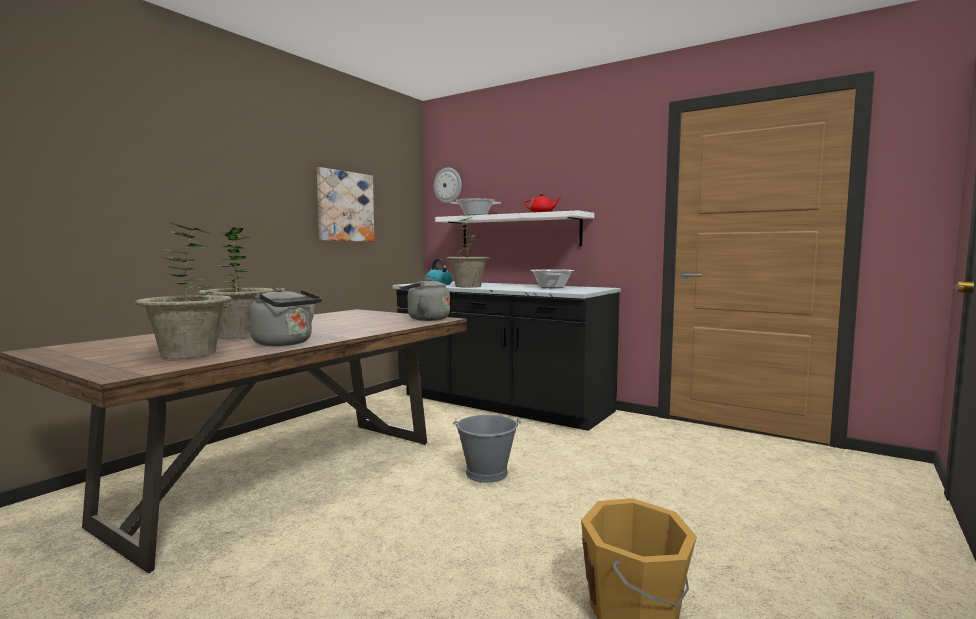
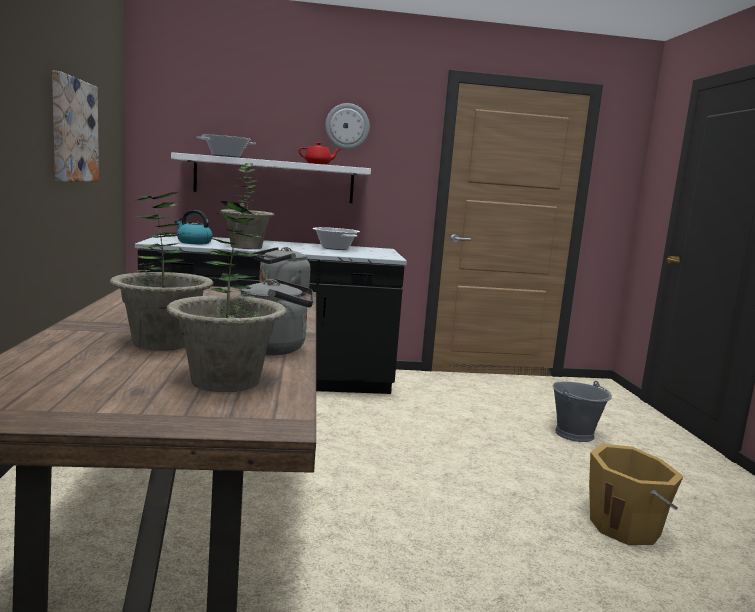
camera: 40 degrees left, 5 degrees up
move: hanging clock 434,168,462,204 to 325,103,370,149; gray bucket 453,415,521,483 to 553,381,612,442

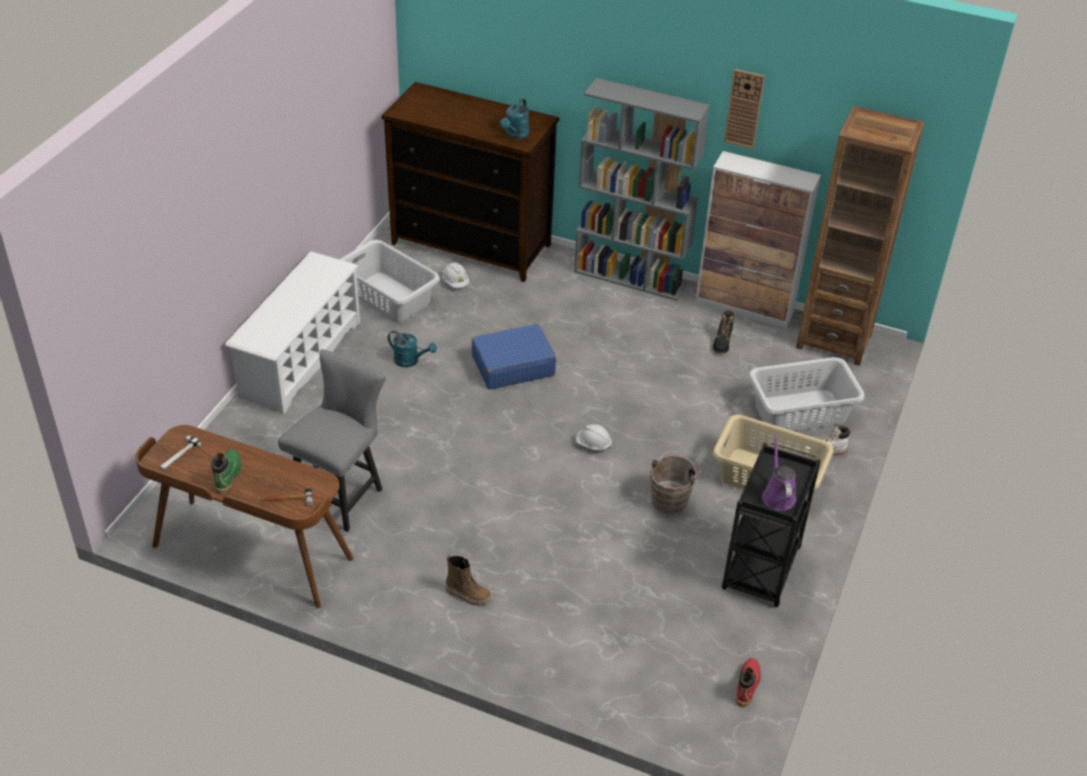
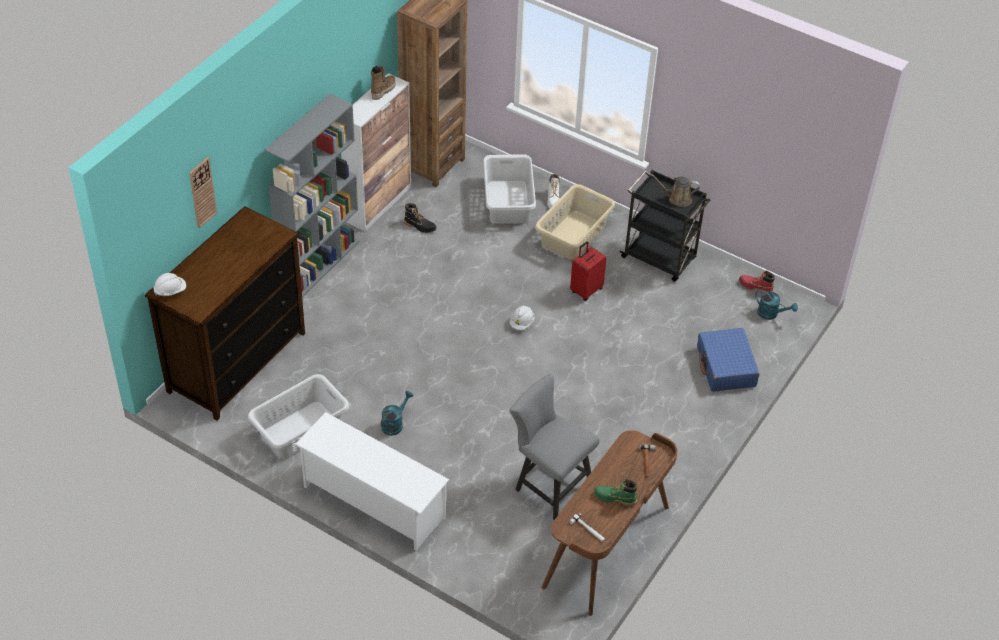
camera: 80 degrees left, 5 degrees up
move: white safety helmet 442,262,469,288 to 154,273,186,296; hanging clock 724,69,765,149 to 189,157,217,228; boot 446,555,491,606 to 371,66,396,100; bluish piece of luggage 472,324,556,390 to 697,328,760,392; turquoise-coloured watering pot 500,98,529,139 to 755,289,798,320
replace: brown bucket 649,451,701,514 to red piece of luggage 570,241,607,301
recolor: purplish watering pot 762,433,796,511 to brown watering pot 650,174,700,207

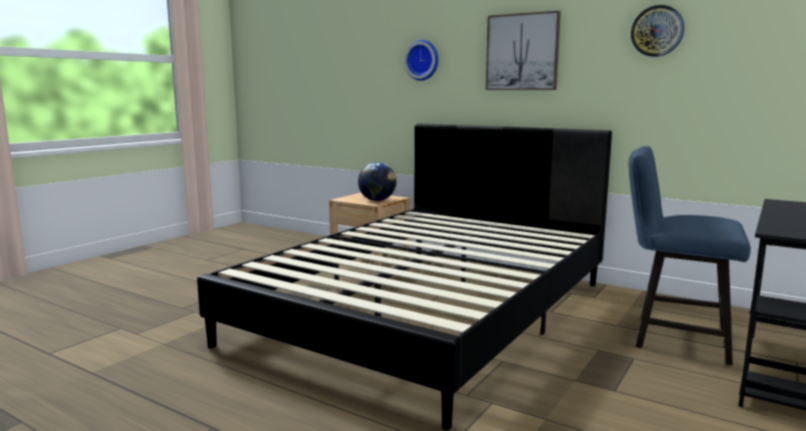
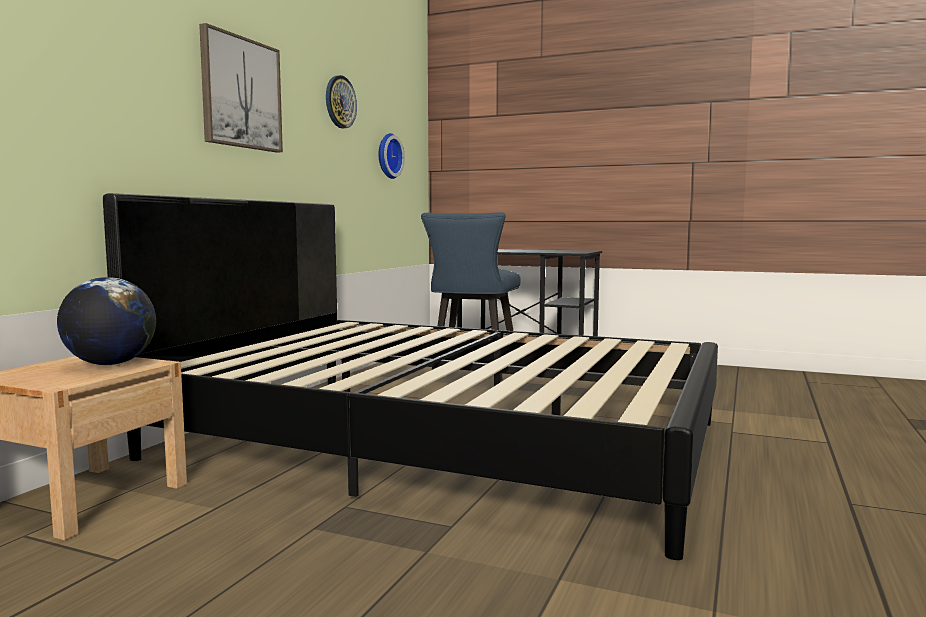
camera: 100 degrees left, 5 degrees down
move: hanging clock 404,40,438,81 to 379,133,405,179

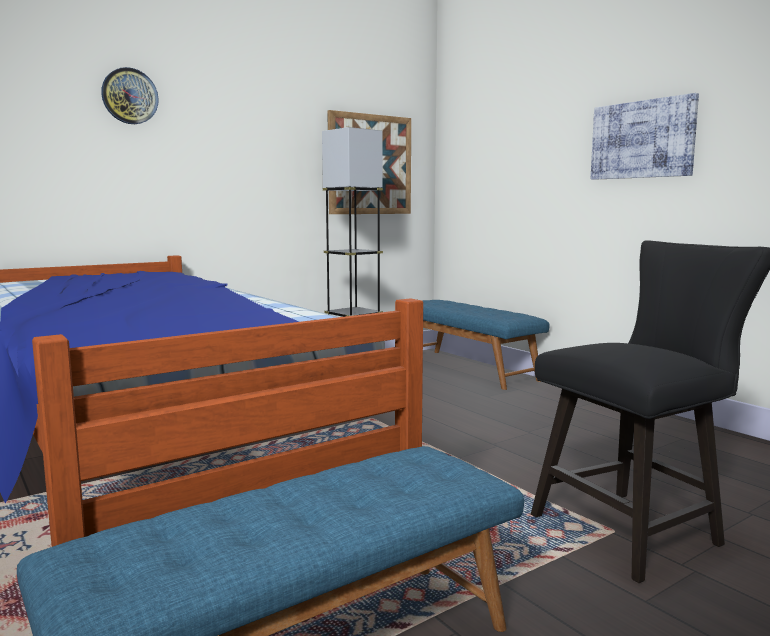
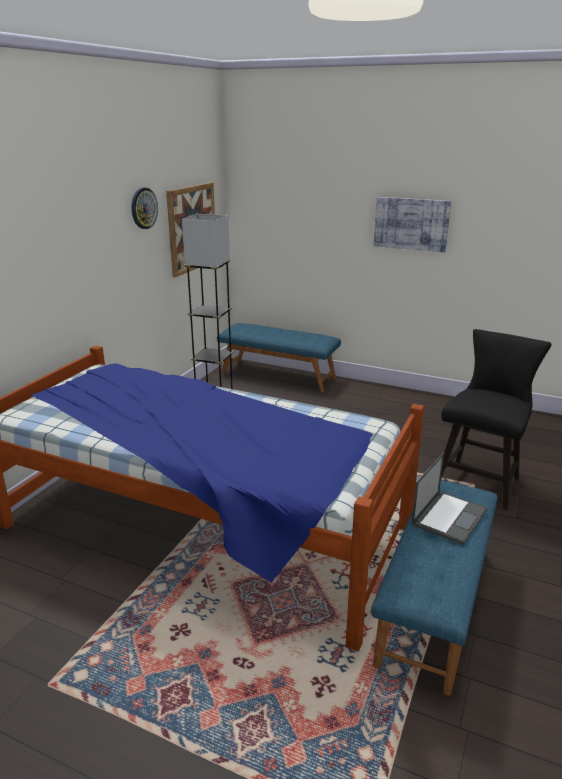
camera: 30 degrees left, 15 degrees up
insert: notebook computer 411,452,488,545
move: hanging clock 101,67,159,124 to 132,187,158,229

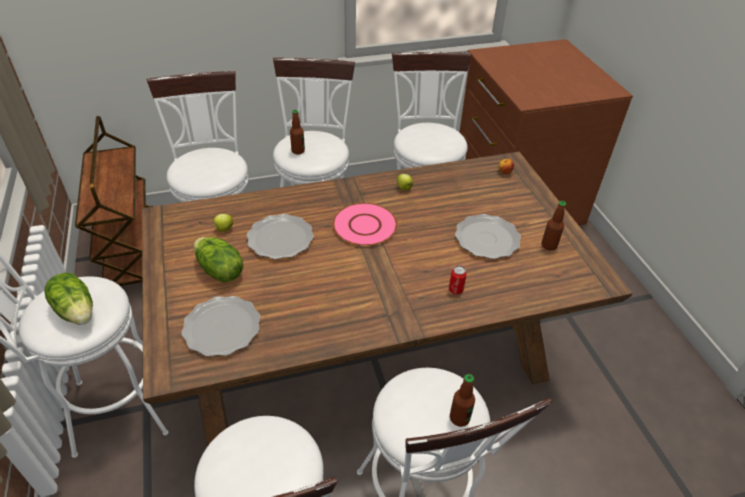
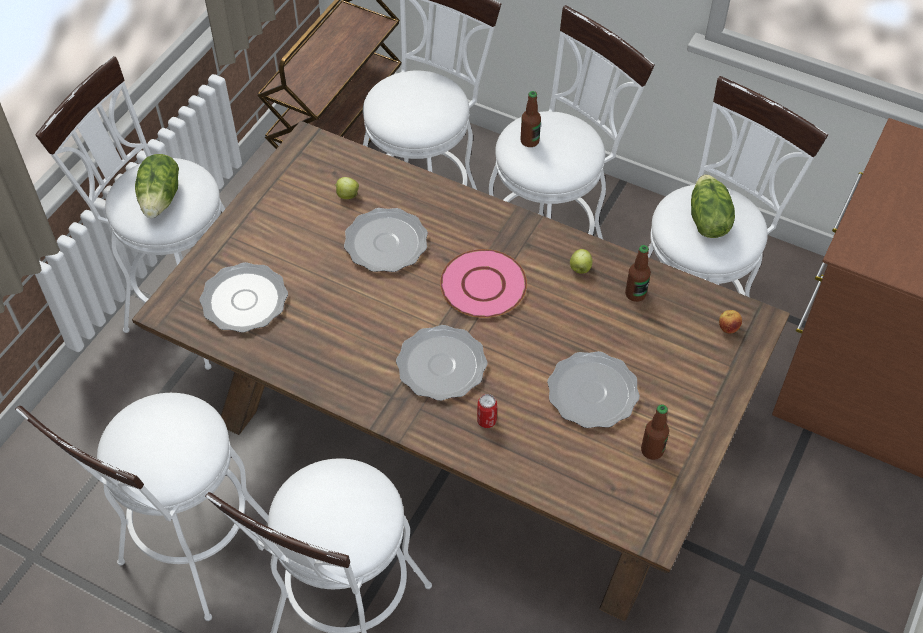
camera: 45 degrees right, 10 degrees up
insert: flat dish 396,325,487,401
move: beverage bottle 450,374,475,427 to 625,245,651,302; lettuce 194,237,243,283 to 691,174,735,238

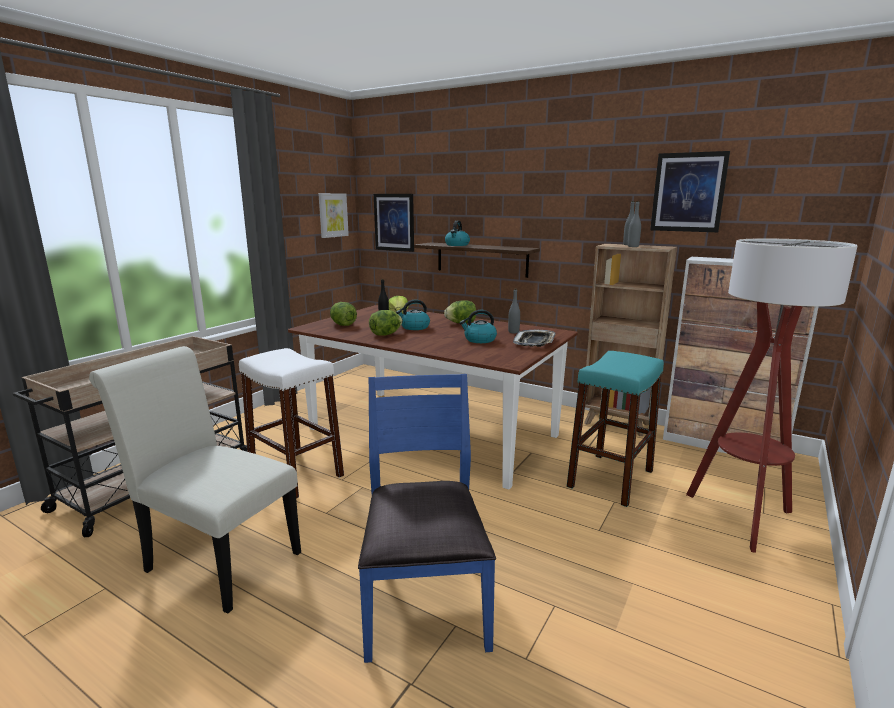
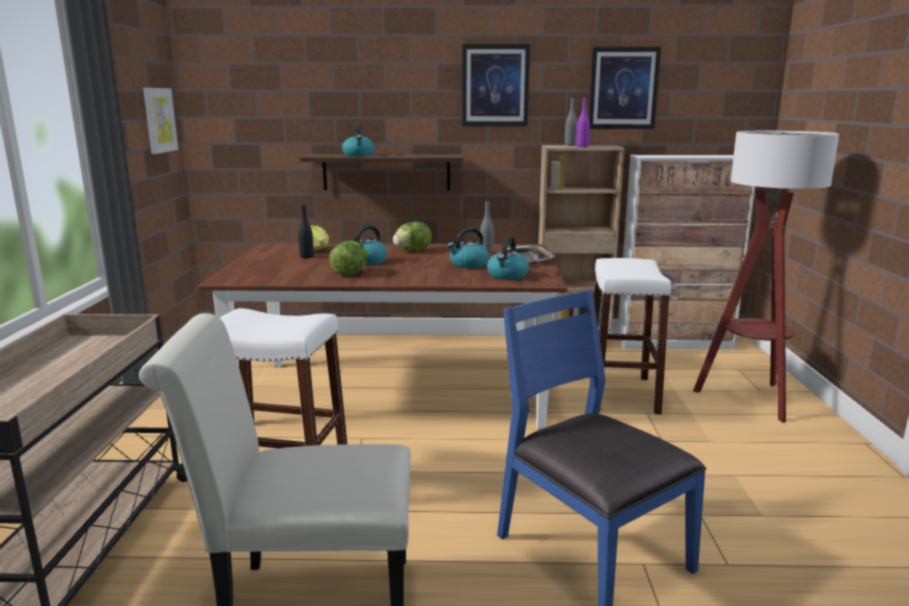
camera: 30 degrees left, 0 degrees up
delete: lettuce 330,302,357,326
insert: water kettle 487,236,529,280
move: wall picture 374,194,414,252 to 462,44,530,126
recolor: gray beverage bottle 628,201,641,247 to purplish beverage bottle 576,97,590,147; turquoise-coloured sitting stool 567,351,664,507 to white sitting stool 589,258,671,415

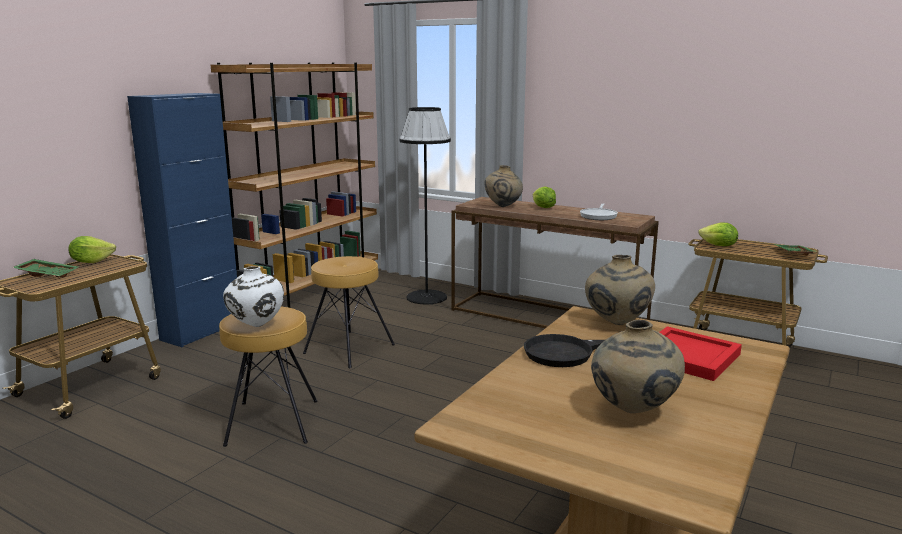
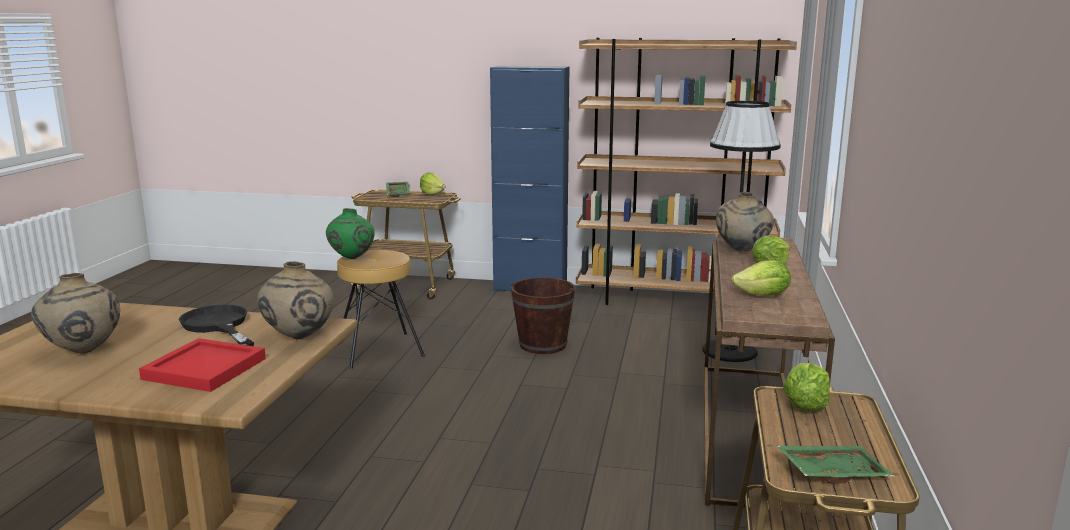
camera: 70 degrees right, 0 degrees up
replace: brown sitting stool 303,256,395,368 to brown bucket 511,277,576,354; pan 580,203,618,220 to lettuce 731,260,791,296
recolor: white flower vase 223,266,284,327 to green-coloured flower vase 326,208,375,259

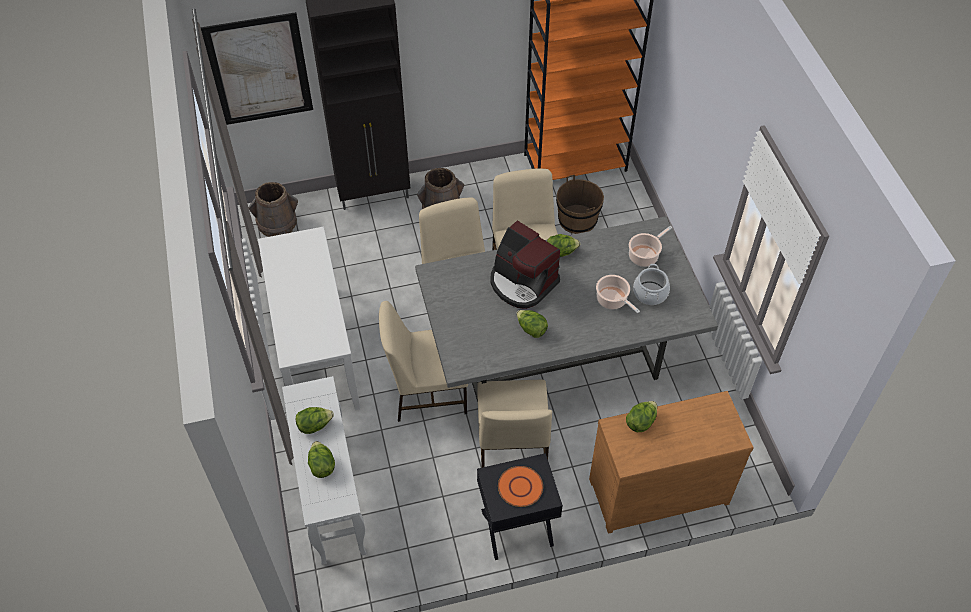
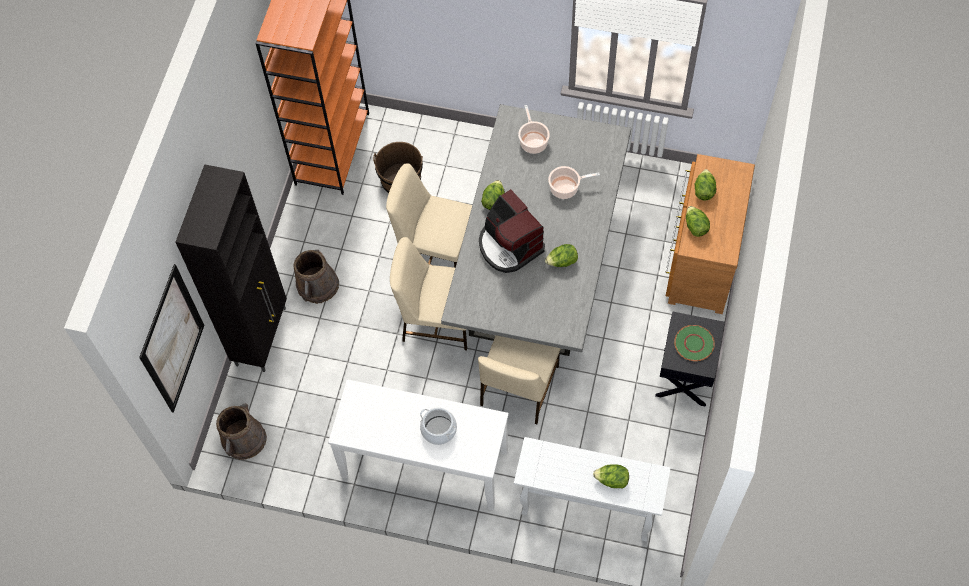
camera: 60 degrees left, 10 degrees up
delete: beige chair 477,380,552,468
move: cooking pot 633,264,670,305 to 420,407,457,445; lettuce 295,407,334,434 to 695,169,716,200
recolor: orangey flat dish 498,466,543,507 to green-coloured flat dish 674,325,715,361
rotate: coffee maker 490,220,560,309 = 479,189,545,273 75 degrees clockwise

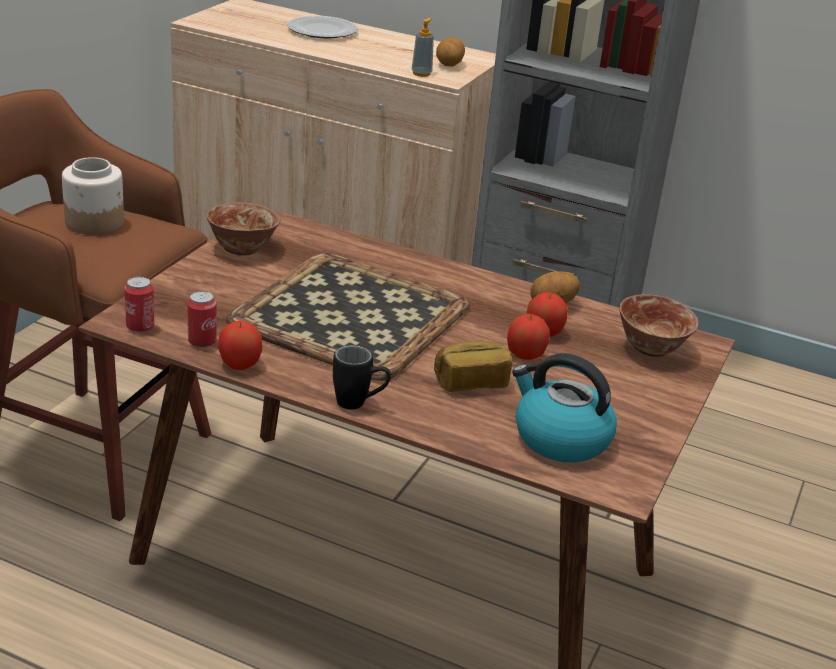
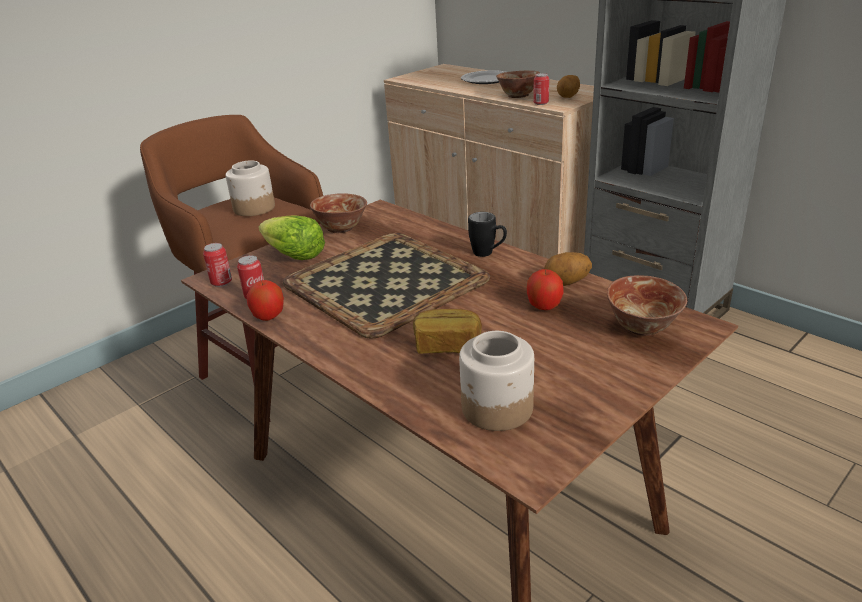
camera: 25 degrees right, 0 degrees up
delete: apple fruit 507,314,550,360
insert: lettuce 259,215,325,260; bowl 496,70,540,98
move: black tea mug 333,345,391,410 to 468,212,507,257
replace: water kettle 512,353,617,462 to storage jar 459,331,534,431; liquid soap bottle 412,18,434,77 to metal can 533,73,549,105

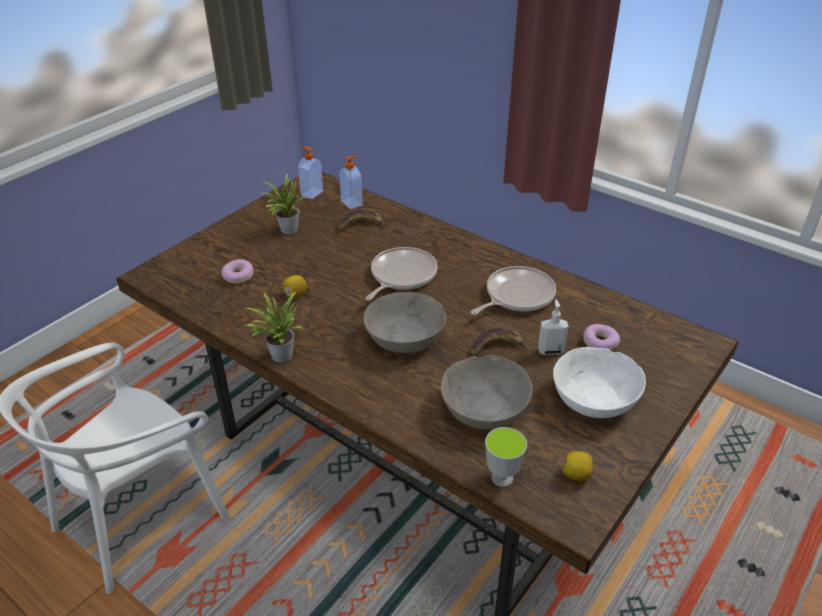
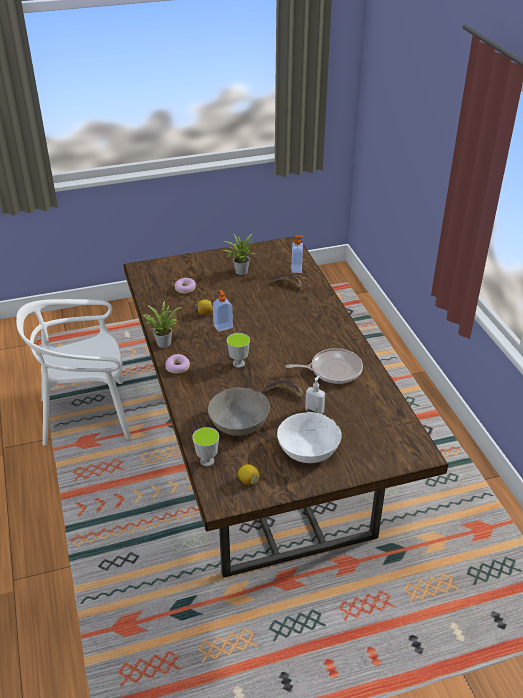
camera: 35 degrees right, 0 degrees up
delete: pan 365,247,437,301
move: donut 583,324,620,351 to 165,354,190,373; liquid soap bottle 298,146,323,199 to 213,290,233,332
replace: gray bowl 364,292,446,353 to drinking cup 227,333,250,368

